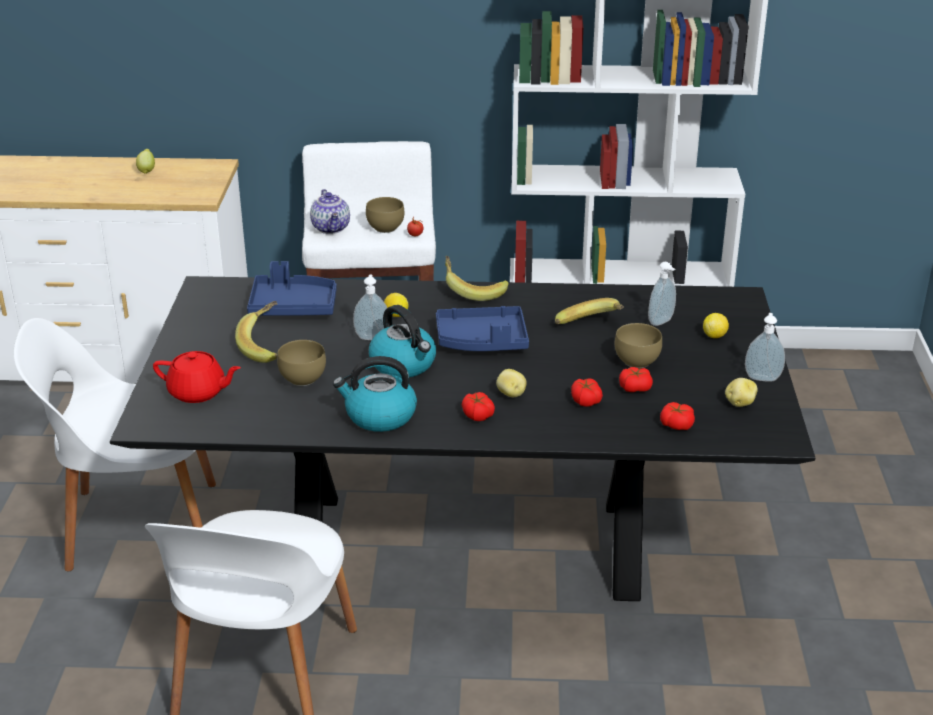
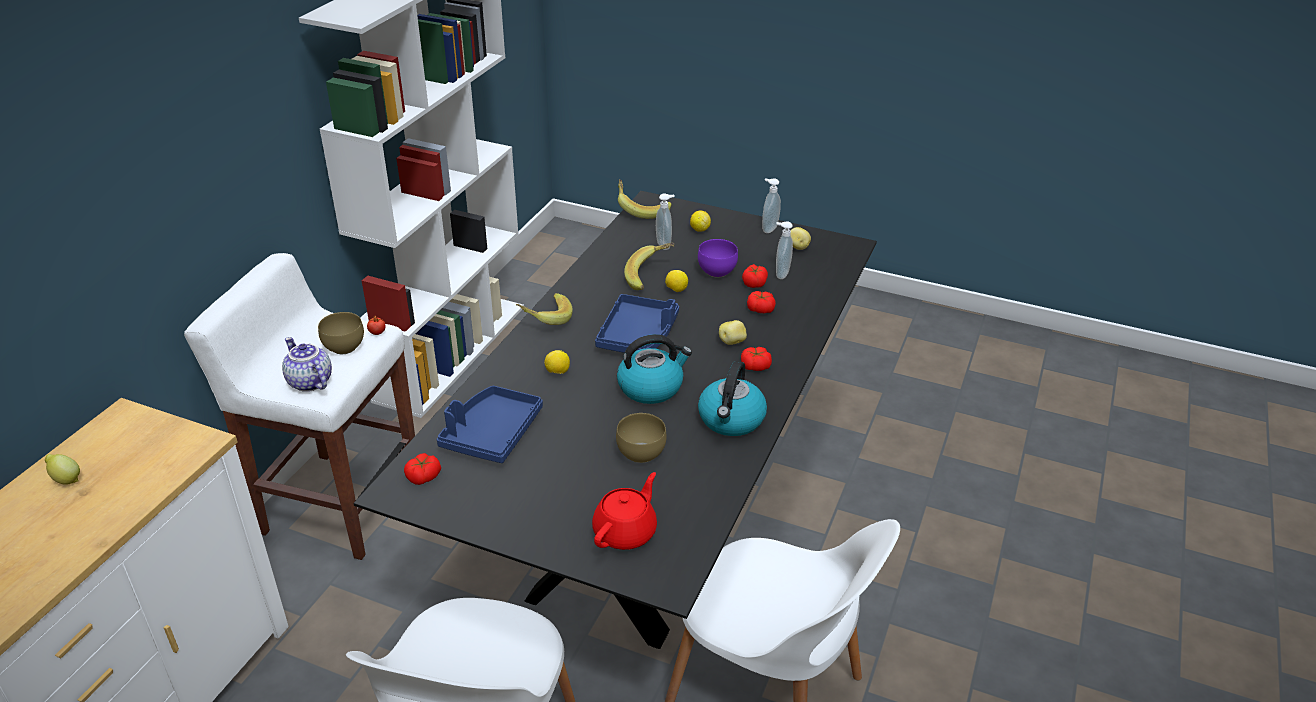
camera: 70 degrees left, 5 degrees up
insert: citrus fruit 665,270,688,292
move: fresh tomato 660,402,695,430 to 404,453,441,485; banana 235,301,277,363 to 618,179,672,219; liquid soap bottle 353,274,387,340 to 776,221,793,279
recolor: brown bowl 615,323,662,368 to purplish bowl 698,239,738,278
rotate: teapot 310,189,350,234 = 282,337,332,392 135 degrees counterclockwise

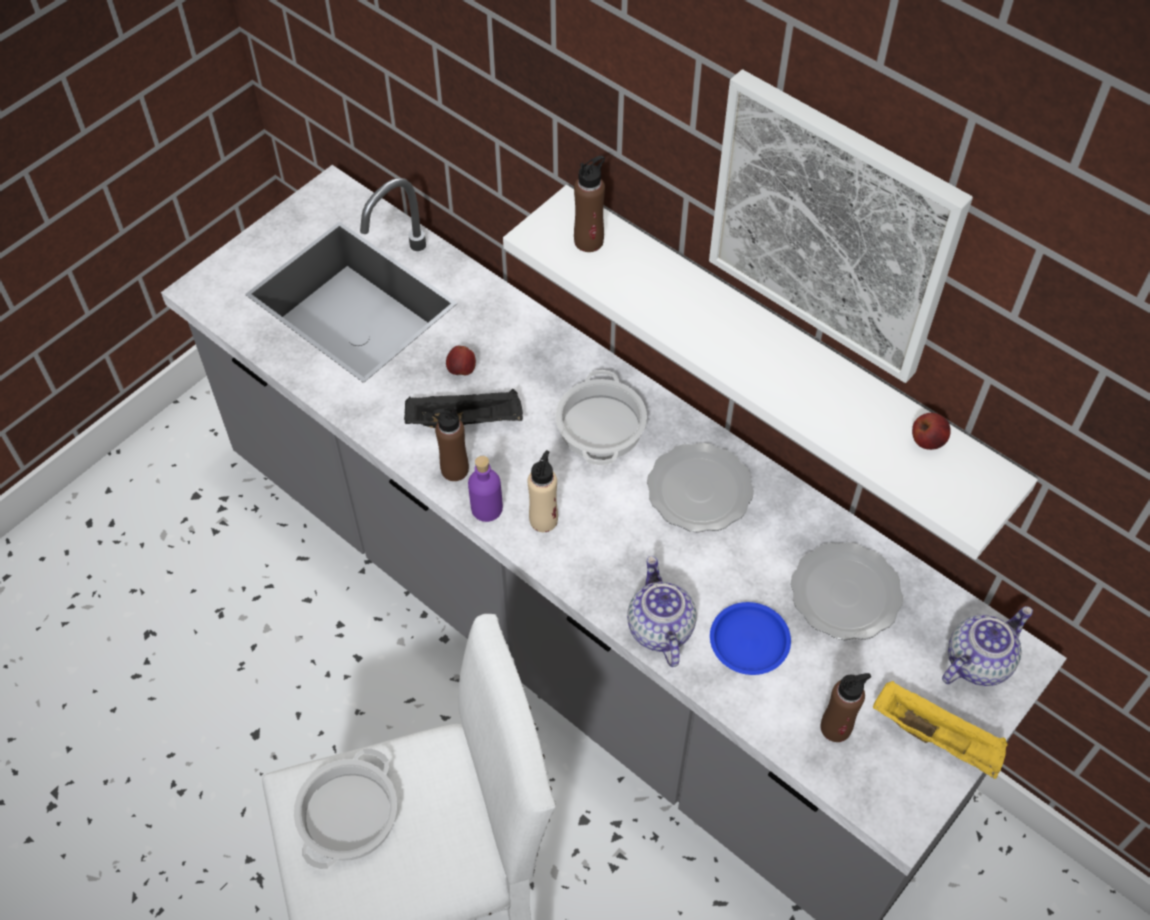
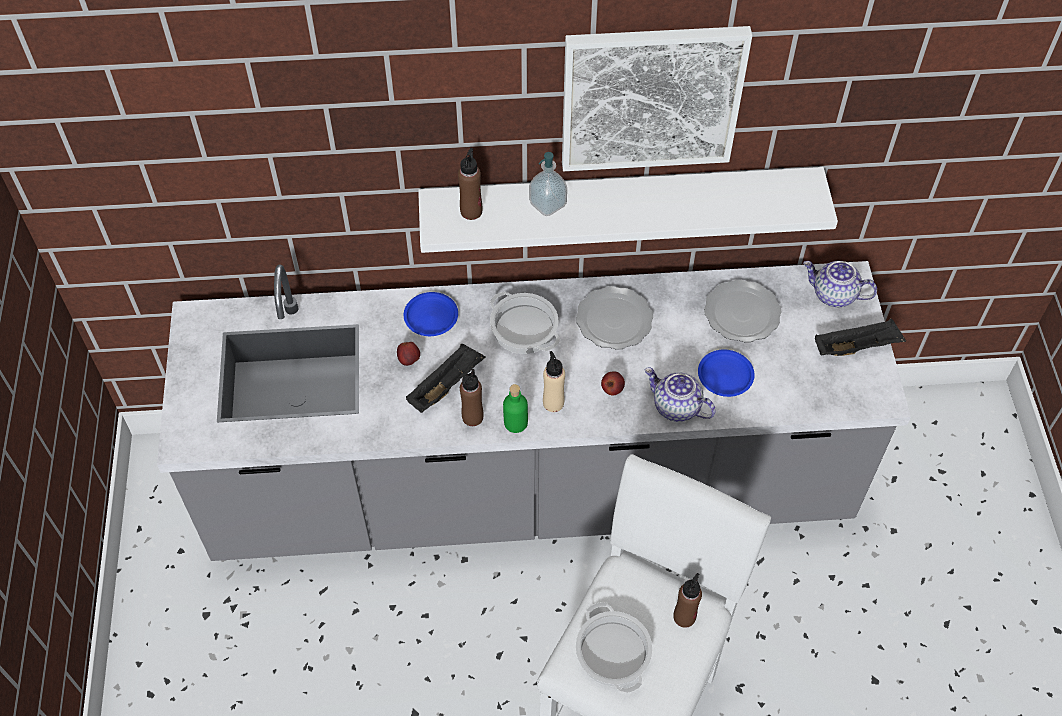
camera: 45 degrees left, 0 degrees up
insert: bluish flat dish 404,292,458,336; liquid soap bottle 529,152,567,216
move: apple fruit 912,413,951,450 to 601,371,625,395; brown beverage bottle 821,673,871,742 to 674,573,702,628
recolor: purplish beverage bottle 468,456,503,522 to green-coloured beverage bottle 503,384,528,433; yellow-coloured carrying tray 873,681,1008,779 to black carrying tray 815,319,906,356
rotate: teapot 942,606,1033,686 = 803,261,877,307 75 degrees counterclockwise

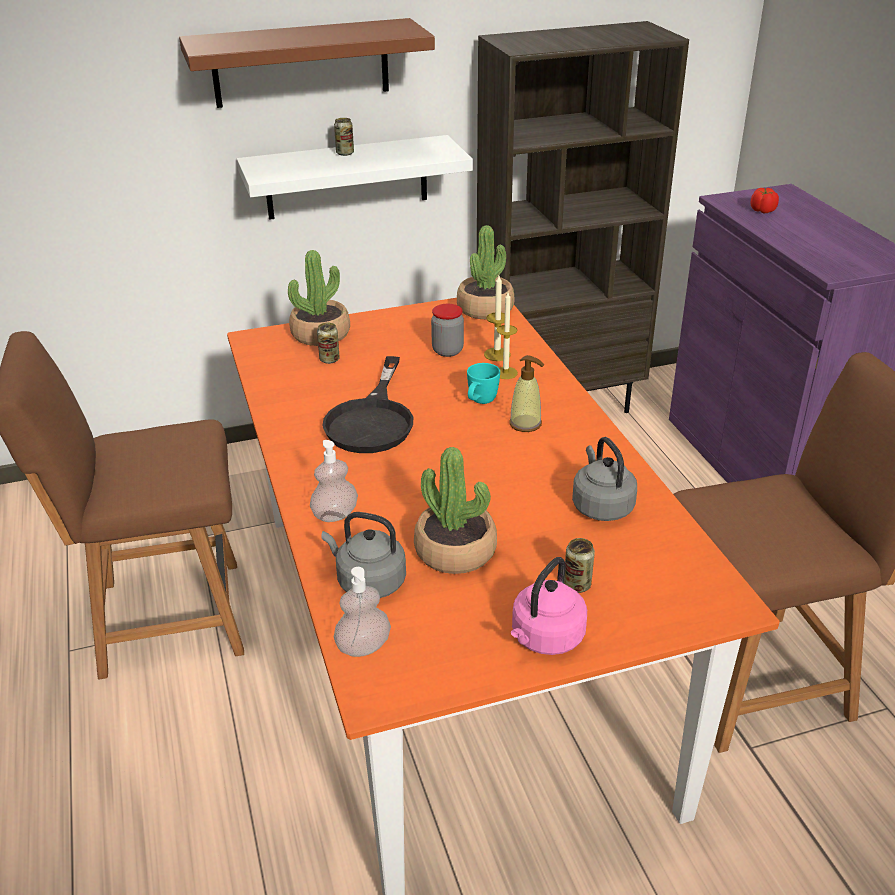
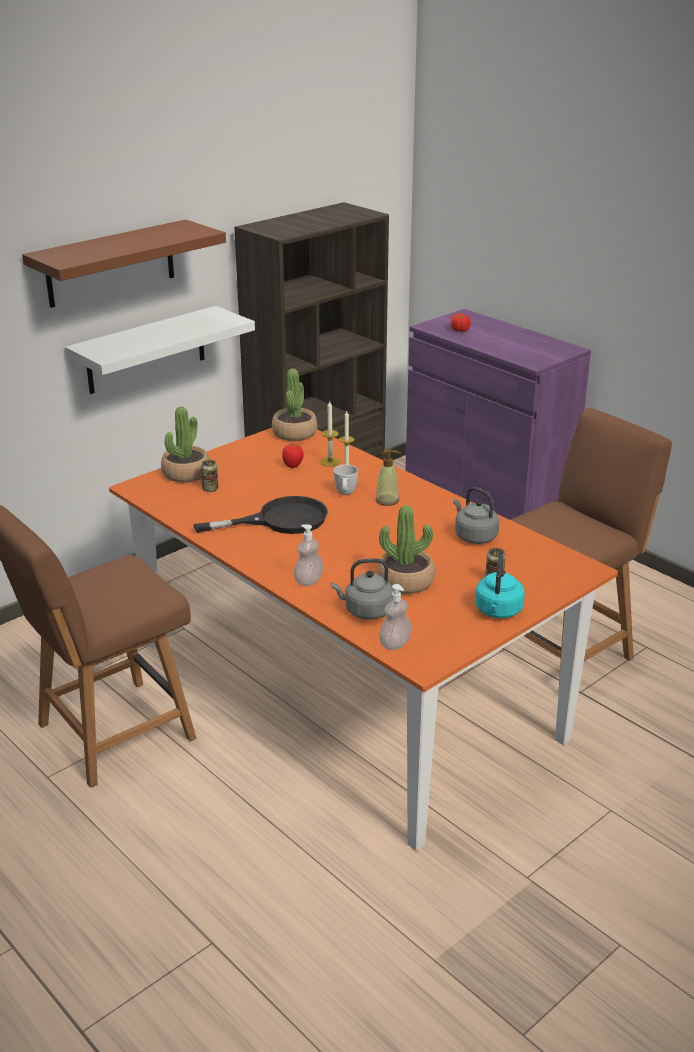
camera: 25 degrees left, 5 degrees down
delete: metal can 334,118,354,156
replace: storage jar 431,304,464,357 to fresh tomato 282,444,304,468
recolor: turquoise-coloured tea mug 467,363,500,404 to white tea mug 334,464,358,495; pink water kettle 511,557,587,655 to turquoise-coloured water kettle 475,554,525,618
rotate: black pan 322,356,413,453 = 193,496,328,534 90 degrees counterclockwise

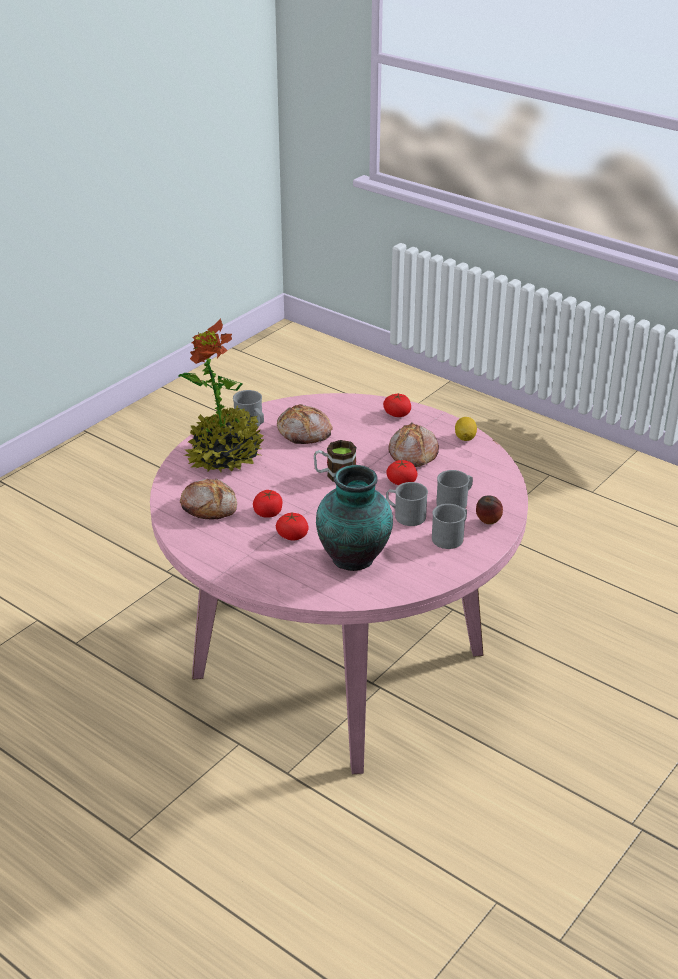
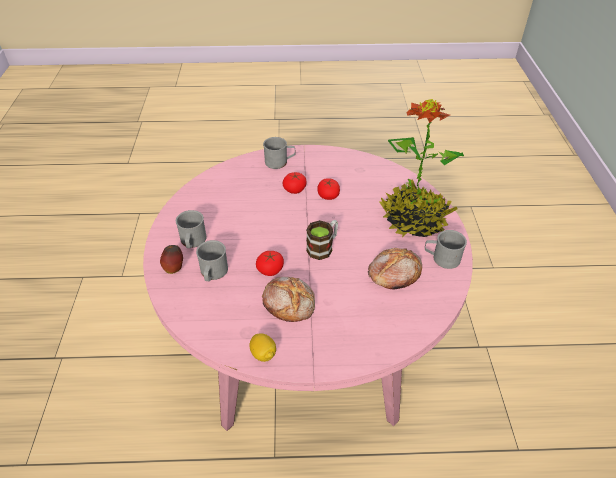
camera: 140 degrees right, 10 degrees up
delete: bakery bread 180,478,237,519; flower vase 316,465,393,571; fresh tomato 383,394,411,417
move: gray tea mug 386,482,428,526 to 263,137,295,169

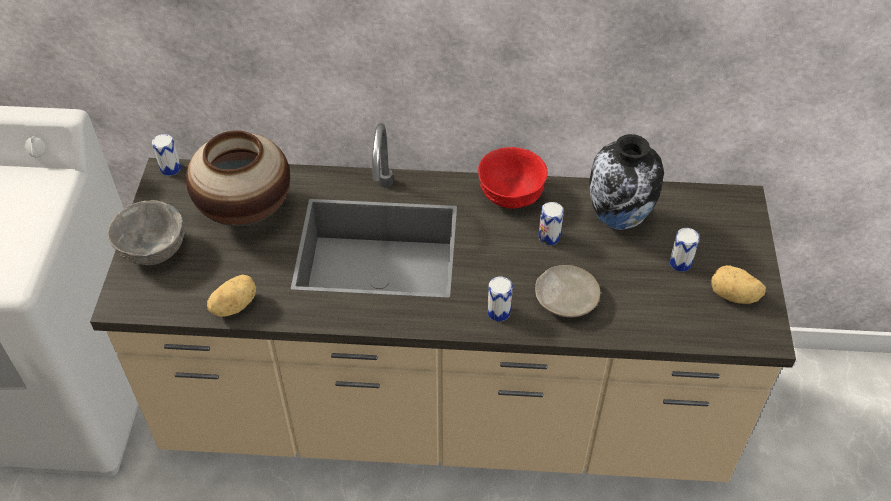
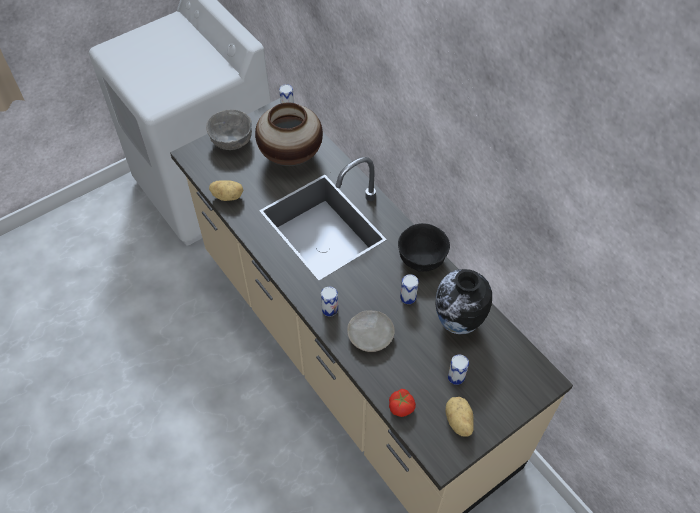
camera: 50 degrees right, 5 degrees up
insert: fresh tomato 389,389,416,417
recolor: red bowl 478,147,548,208 to black bowl 398,223,450,272

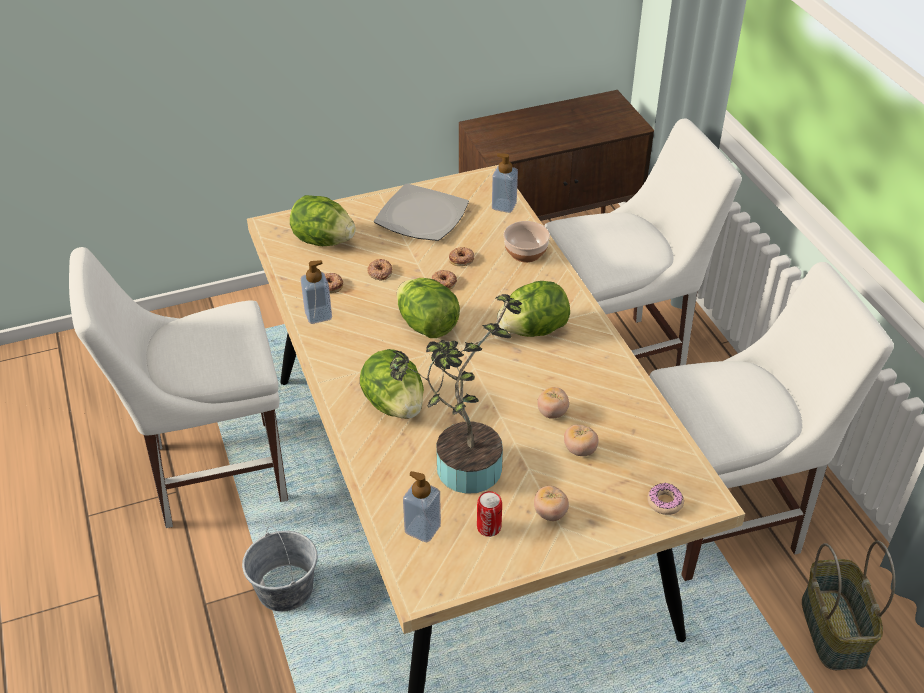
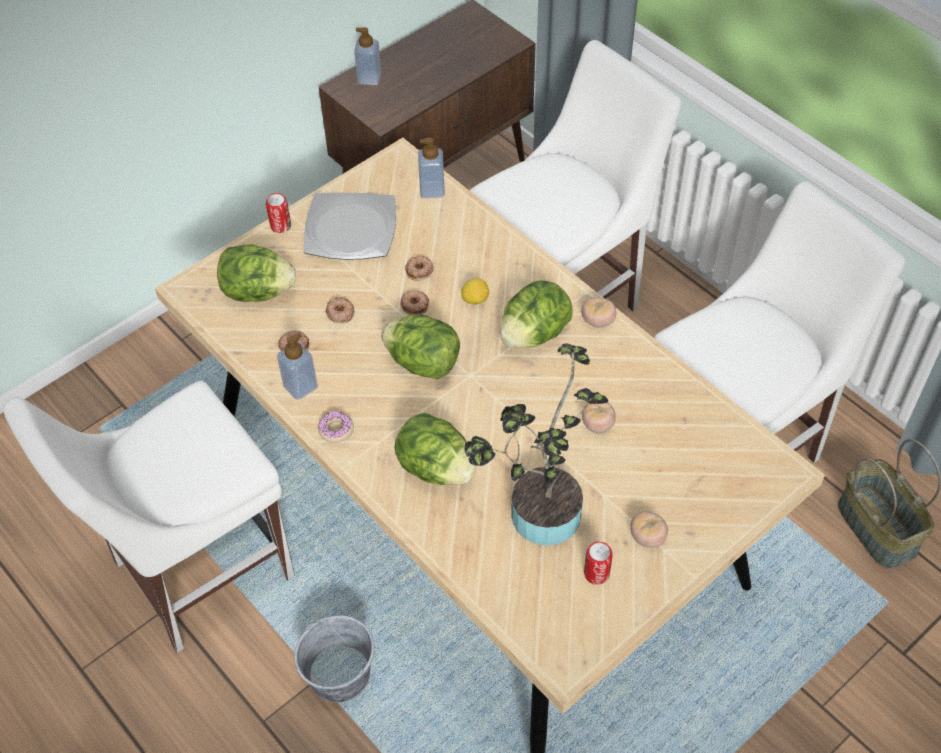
camera: 20 degrees left, 10 degrees up
delete: bowl 503,221,550,262
insert: metal can 266,193,291,233; citrus fruit 461,278,489,305
move: donut 648,483,684,515 to 318,411,354,443; liquid soap bottle 403,471,441,543 to 354,27,381,85; fresh tomato 564,425,599,456 to 581,297,616,327

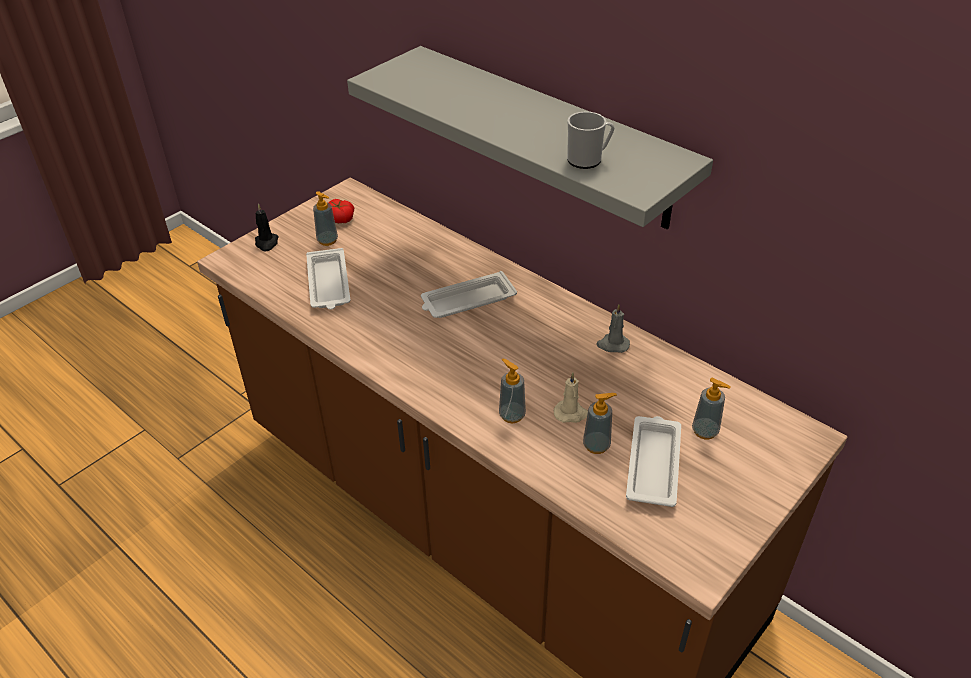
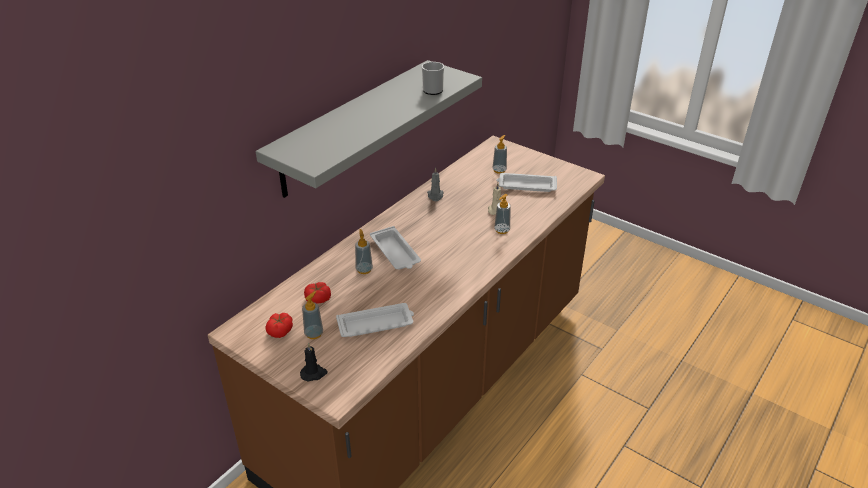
camera: 95 degrees left, 5 degrees down
insert: fresh tomato 304,282,331,304
move: liquid soap bottle 583,393,617,454 to 355,229,373,274

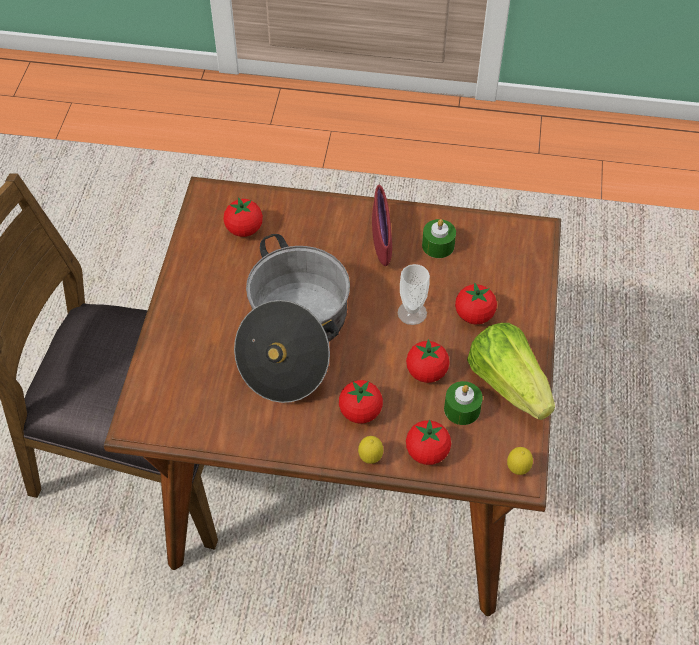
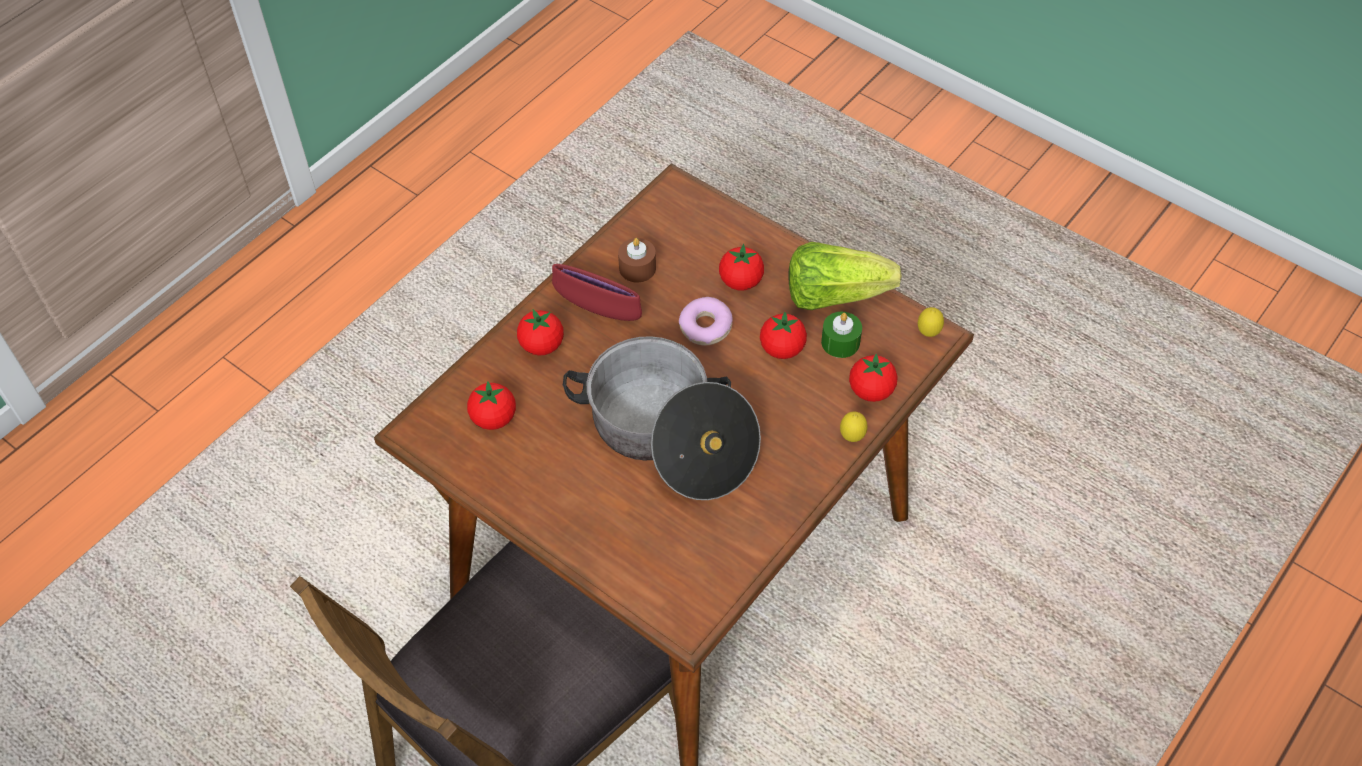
camera: 60 degrees left, 0 degrees up
move: fresh tomato 339,380,383,423 to 517,309,564,356
replace: drinking cup 398,264,430,325 to donut 679,297,733,346
recolor: green-coloured candle 422,219,456,258 to brown candle 618,238,656,282

